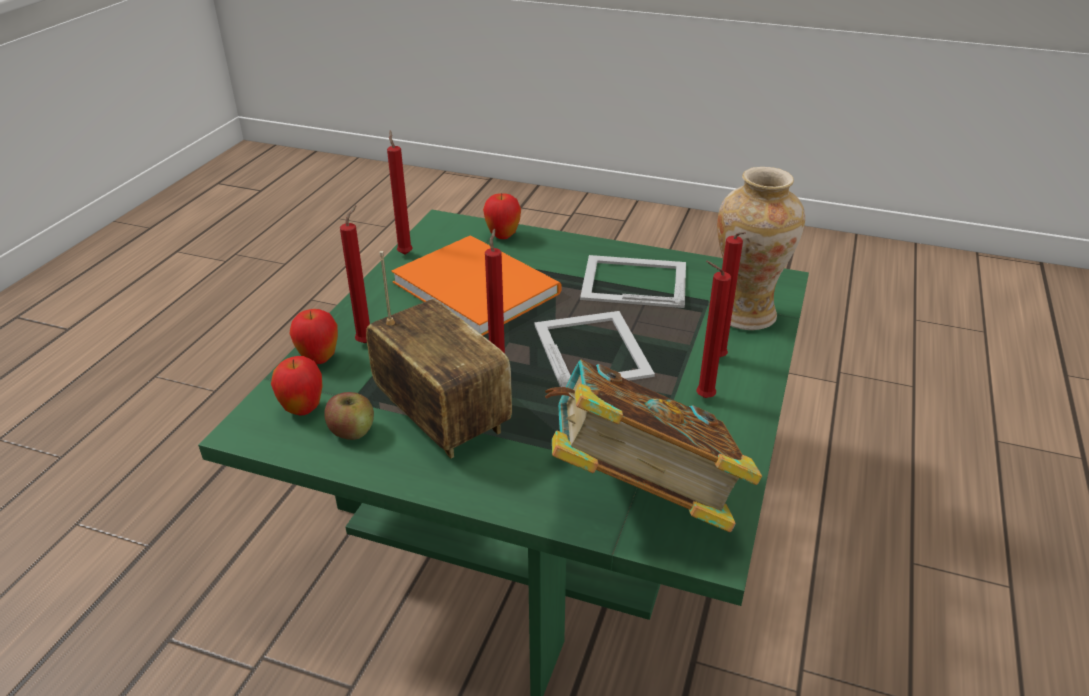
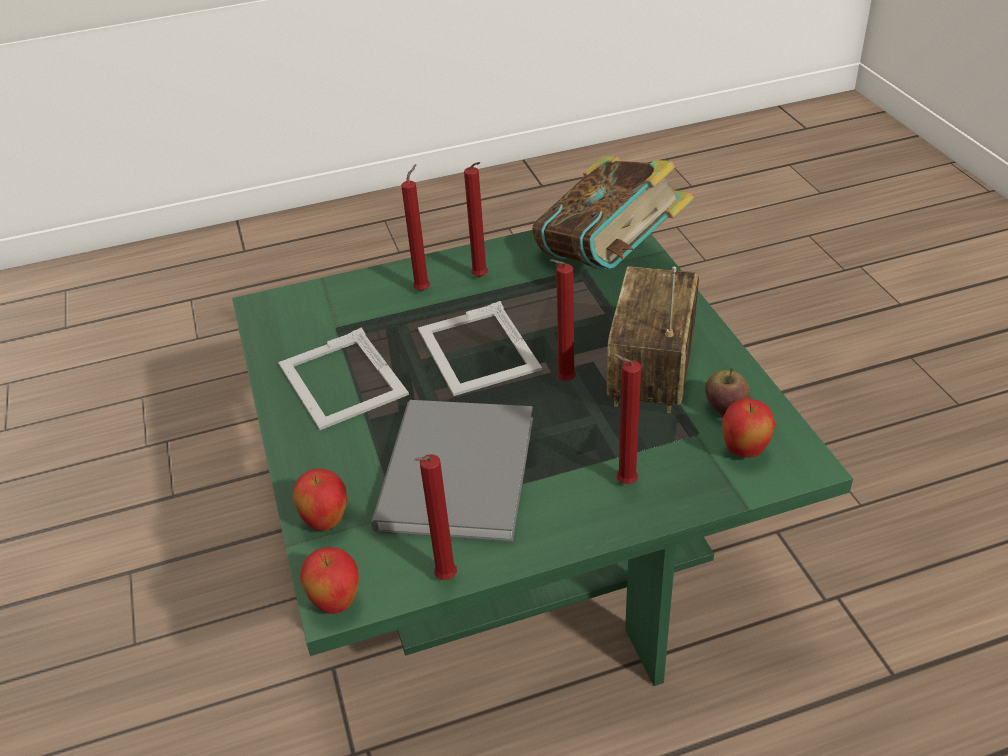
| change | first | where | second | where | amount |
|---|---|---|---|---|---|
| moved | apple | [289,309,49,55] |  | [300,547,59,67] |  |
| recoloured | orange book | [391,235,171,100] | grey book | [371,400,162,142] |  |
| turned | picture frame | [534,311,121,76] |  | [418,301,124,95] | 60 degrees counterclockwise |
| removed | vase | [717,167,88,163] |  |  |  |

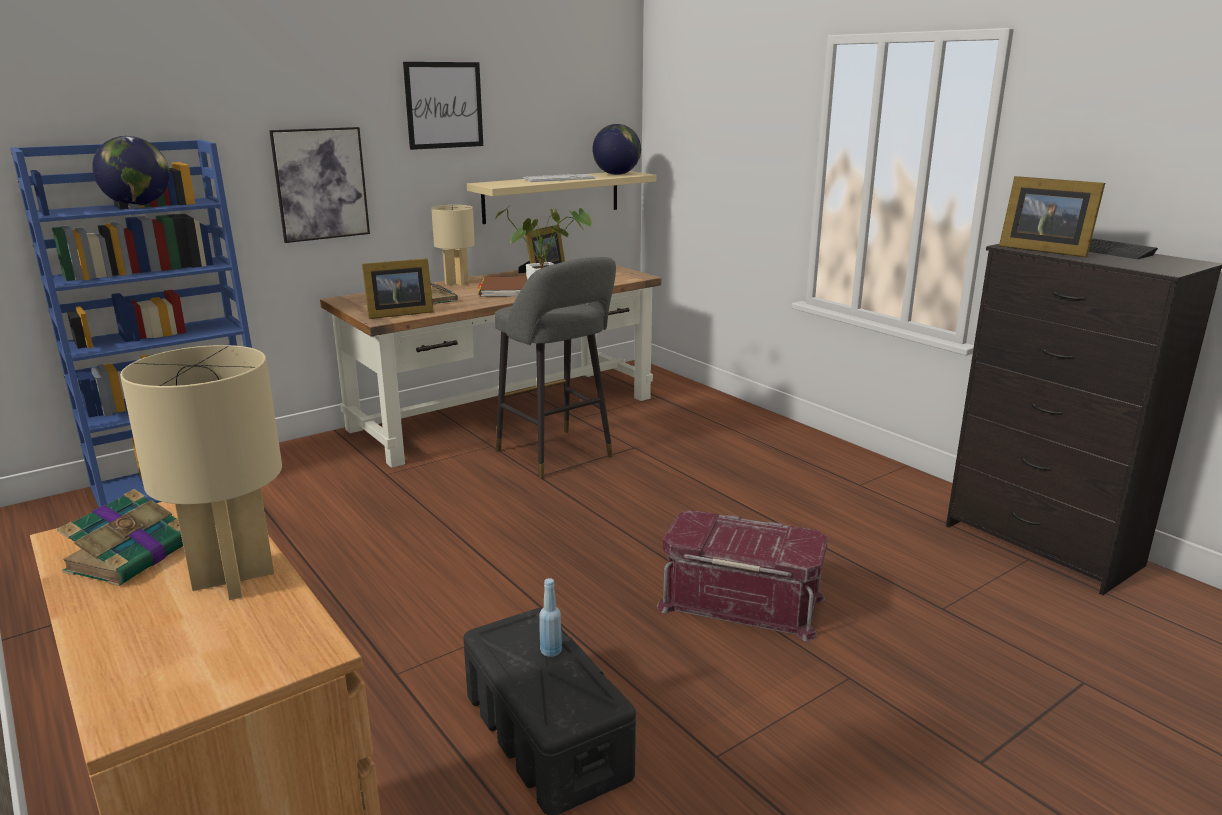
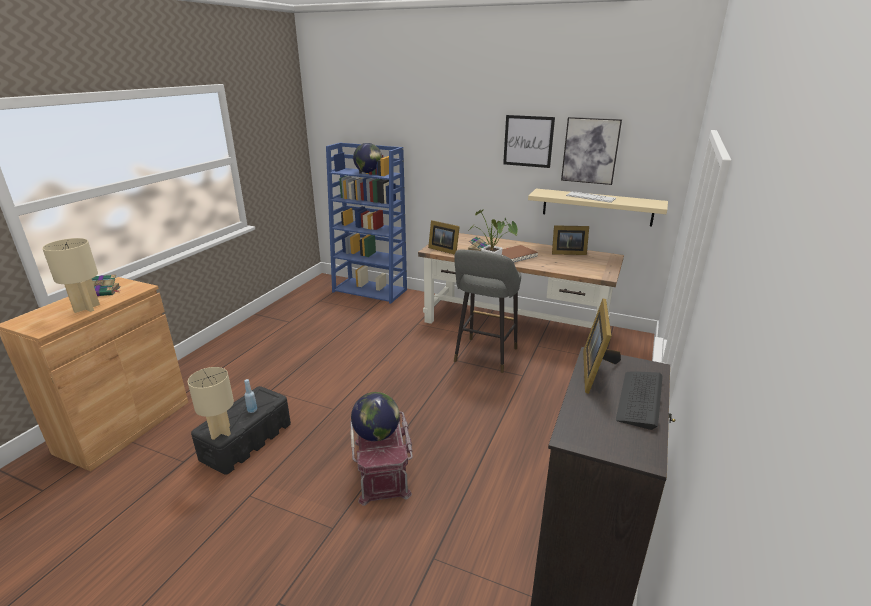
| change | first | where | second | where | amount |
|---|---|---|---|---|---|
| moved | picture | [269,127,101,116] |  | [561,117,61,68] |  |
| moved | beige table lamp | [431,205,44,81] |  | [188,367,46,73] |  |
| moved | globe | [592,124,49,51] |  | [351,392,49,49] |  |

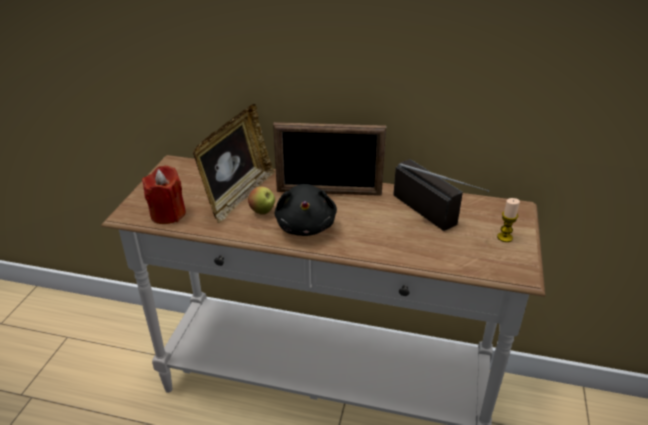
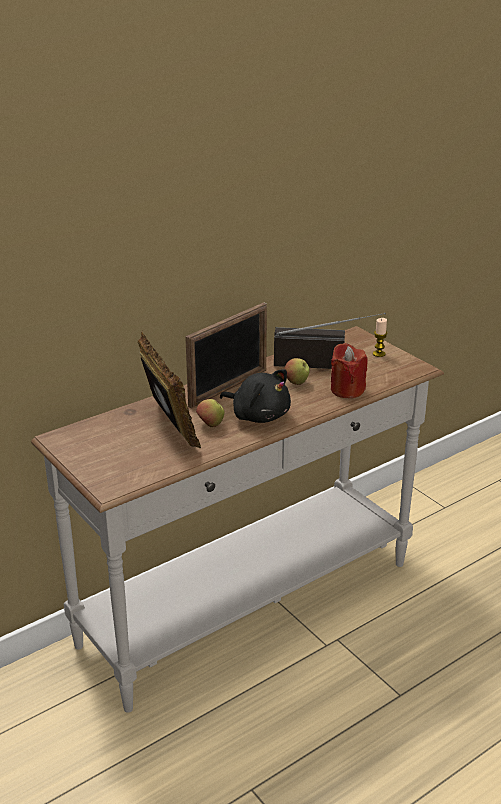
| change | first | where | second | where | amount |
|---|---|---|---|---|---|
| moved | red candle | [142,165,44,59] |  | [331,343,36,55] |  |
| added |  |  | apple | [284,358,26,27] |  |

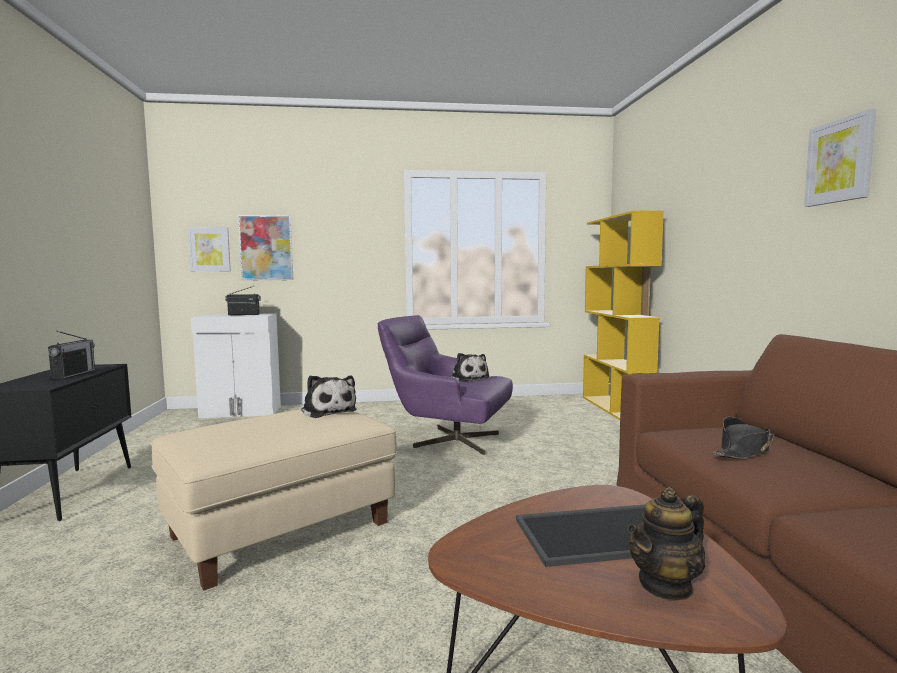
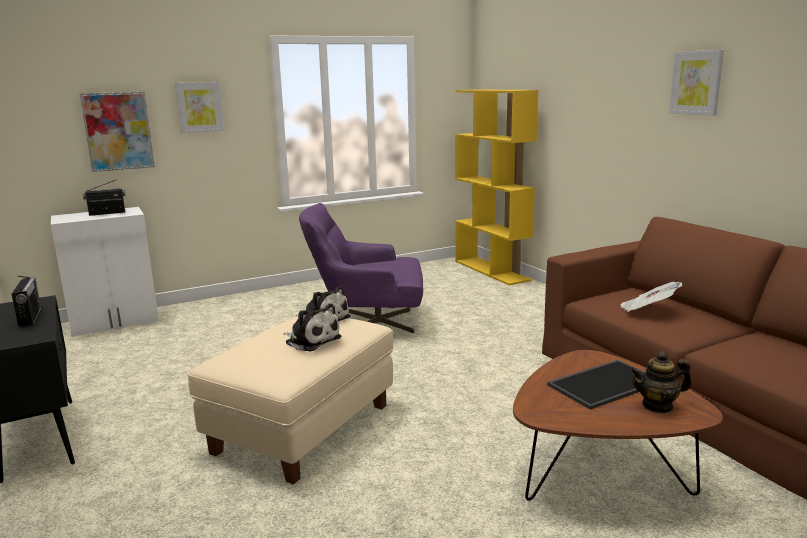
| change | first | where | second | where | amount |
|---|---|---|---|---|---|
| moved | picture | [187,227,44,45] |  | [175,82,49,51] |  |
| moved | plush toy | [450,353,38,29] |  | [283,303,59,48] |  |
| turned | teapot | [627,487,78,114] |  | [630,352,61,61] | 45 degrees clockwise |
| replaced | black hat | [713,417,61,42] | newspaper | [620,282,62,30] |  |

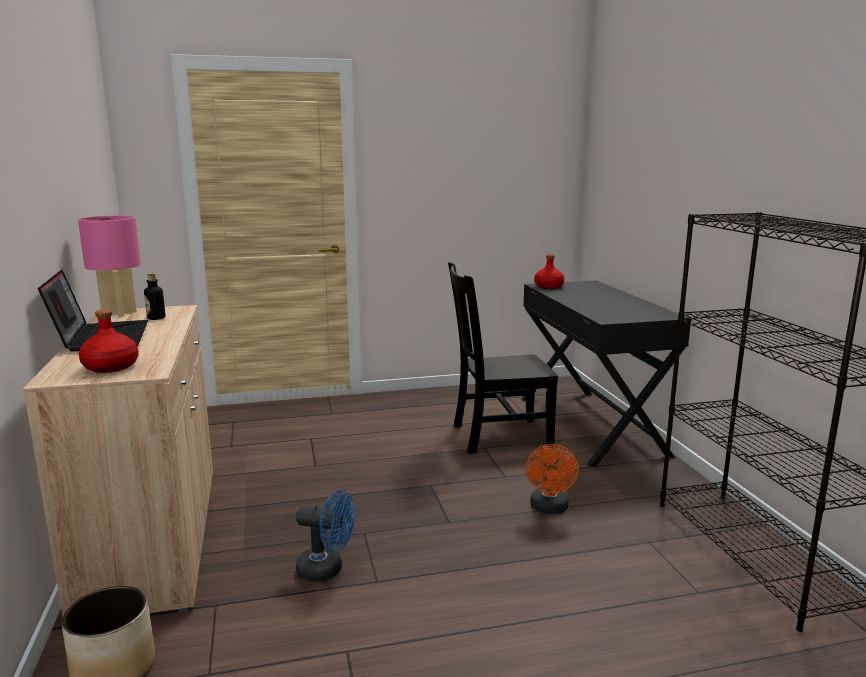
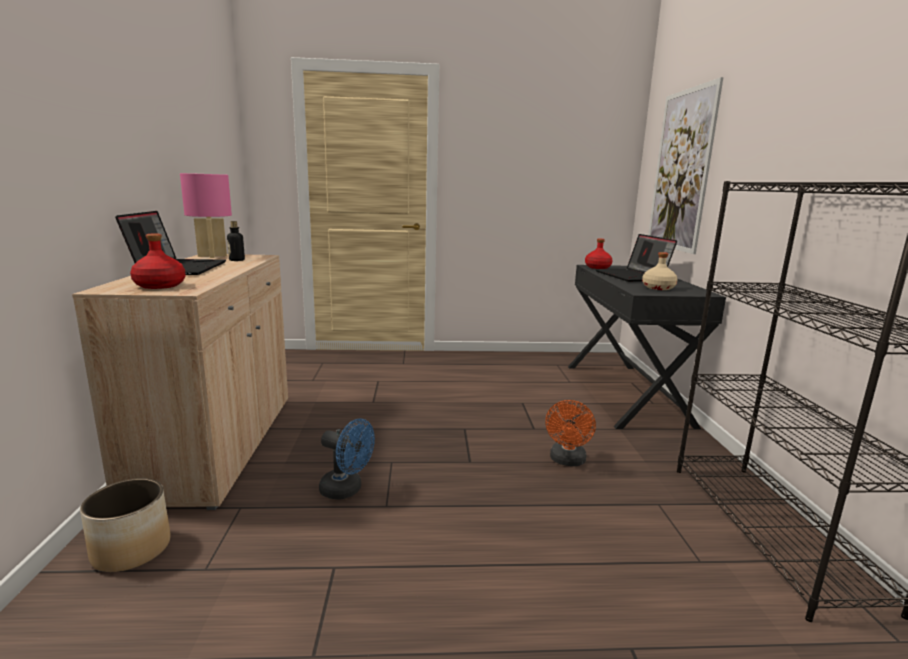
| change | first | where | second | where | amount |
|---|---|---|---|---|---|
| removed | black chair | [448,262,110,192] |  |  |  |
| added |  |  | laptop | [595,234,82,48] |  |
| added |  |  | beige bottle | [642,252,36,38] |  |
| added |  |  | picture | [648,77,75,177] |  |

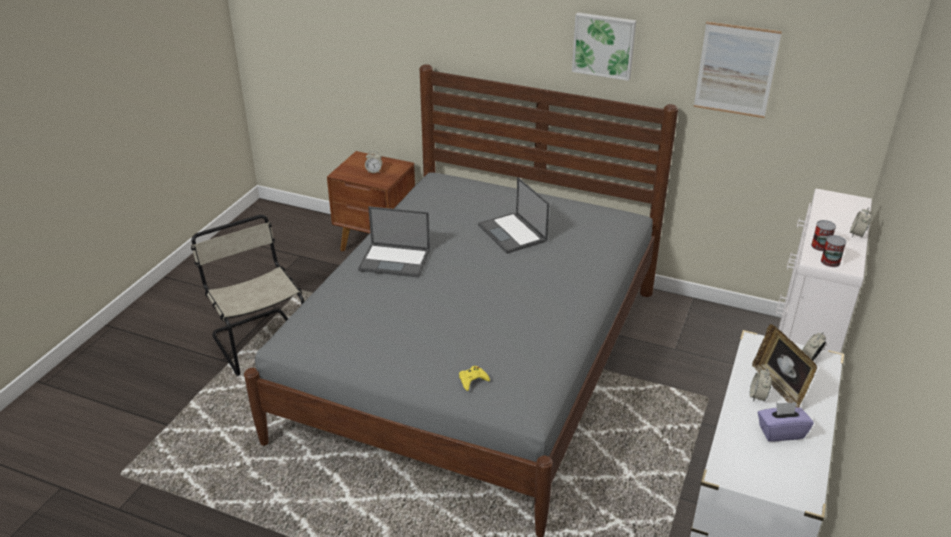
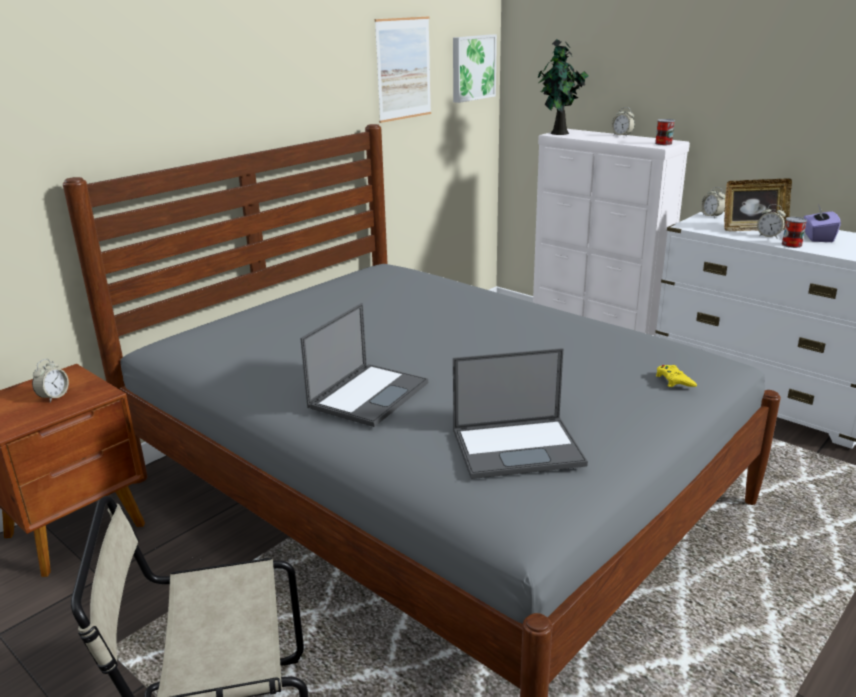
| change | first | where | second | where | amount |
|---|---|---|---|---|---|
| moved | laptop | [478,177,71,77] |  | [453,348,135,131] |  |
| moved | picture | [572,13,65,68] |  | [453,34,44,69] |  |
| moved | can | [811,220,25,31] |  | [782,217,25,31] |  |
| added |  |  | potted plant | [537,39,51,96] |  |

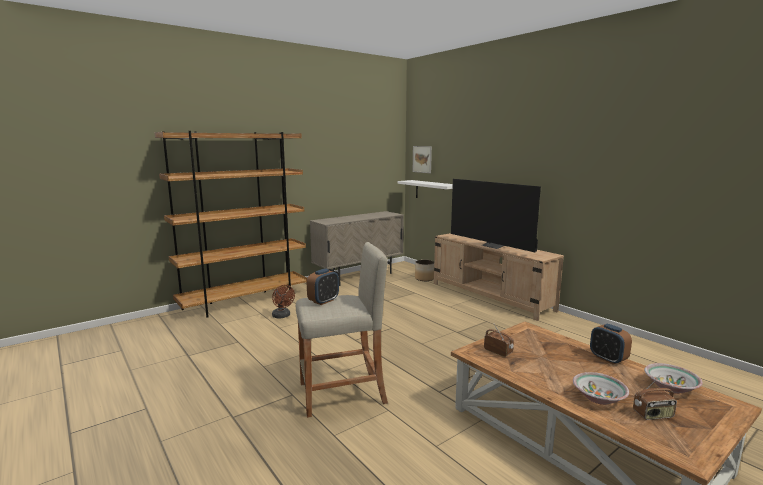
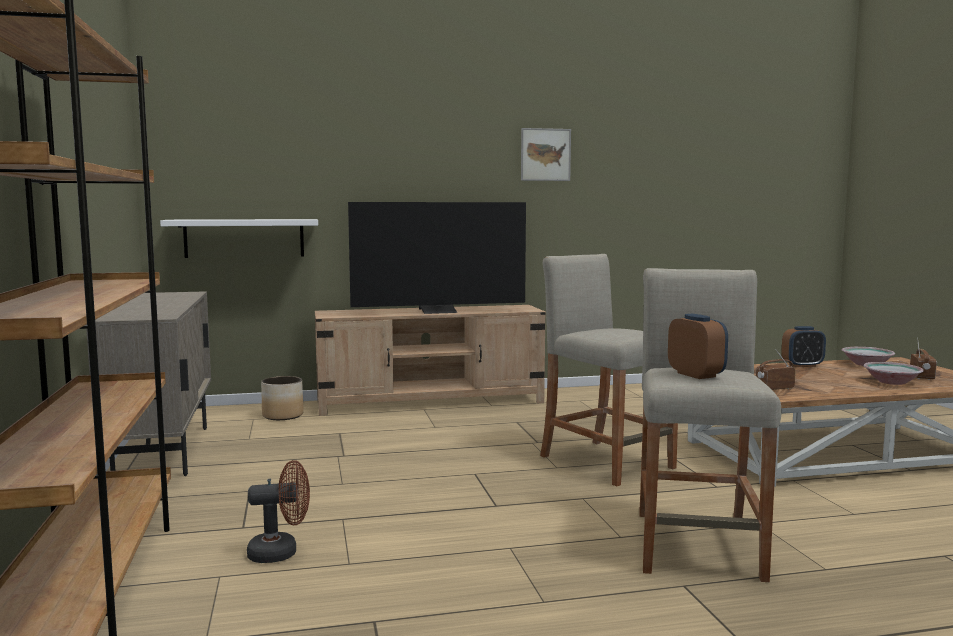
| change | first | where | second | where | amount |
|---|---|---|---|---|---|
| moved | picture | [413,146,19,27] |  | [521,128,50,53] |  |
| added |  |  | beige stool | [540,254,138,232] |  |

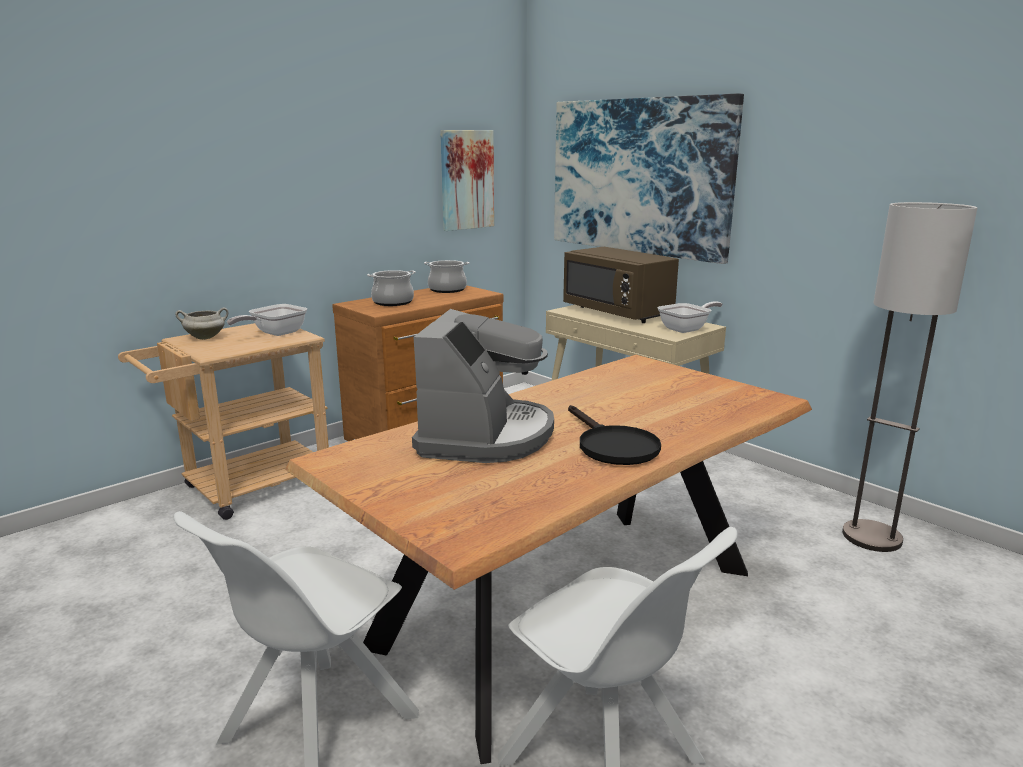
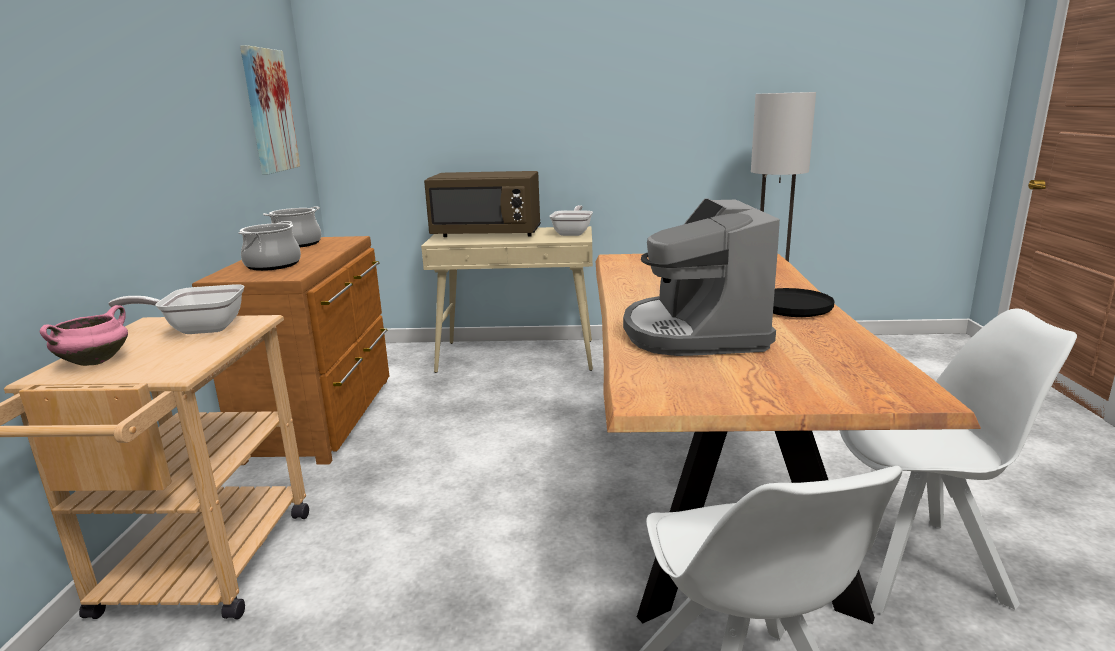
| change | first | where | second | where | amount |
|---|---|---|---|---|---|
| recoloured | white cooking pot | [175,307,53,33] | pink cooking pot | [40,305,88,61] |  |
| turned | frying pan | [227,304,80,32] |  | [108,284,136,50] | 90 degrees clockwise |
| turned | coffee machine | [412,309,142,154] |  | [623,199,157,157] | 150 degrees counterclockwise |
| removed | picture | [554,93,190,171] |  |  |  |

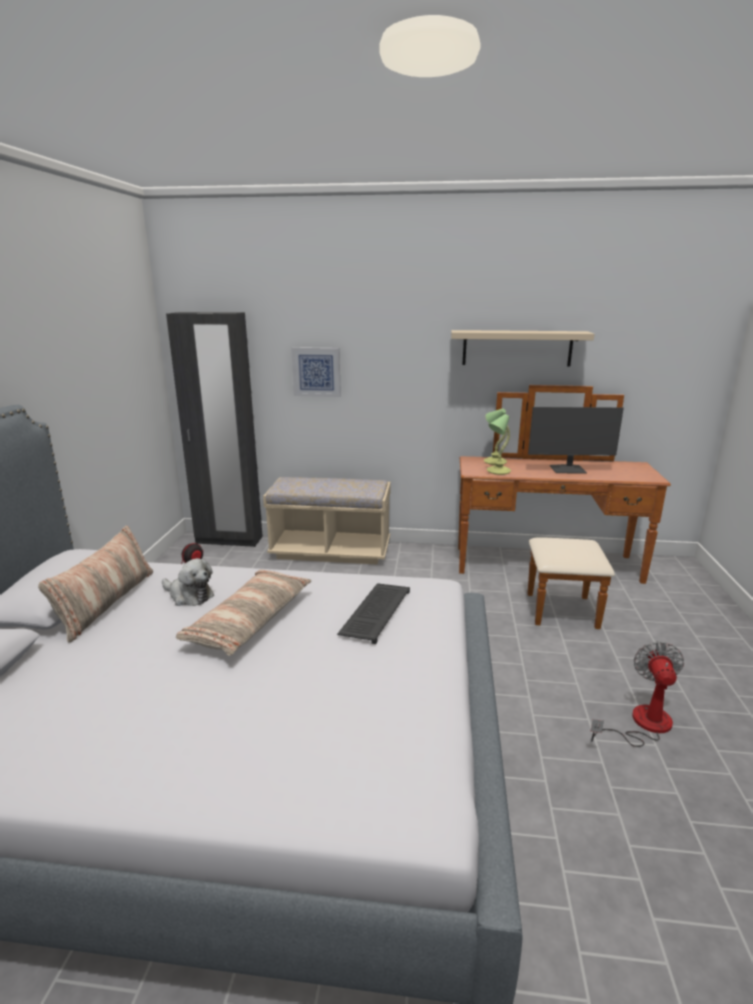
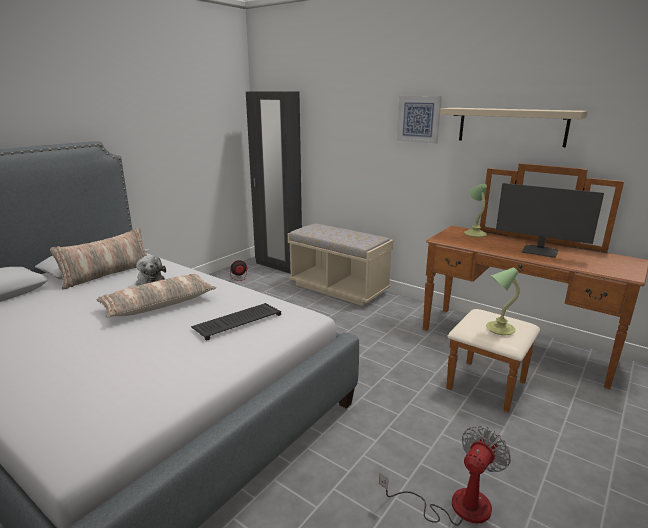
| change | first | where | second | where | amount |
|---|---|---|---|---|---|
| moved | picture | [291,347,50,50] |  | [397,96,45,48] |  |
| moved | table lamp | [487,414,24,61] |  | [486,267,34,68] |  |

